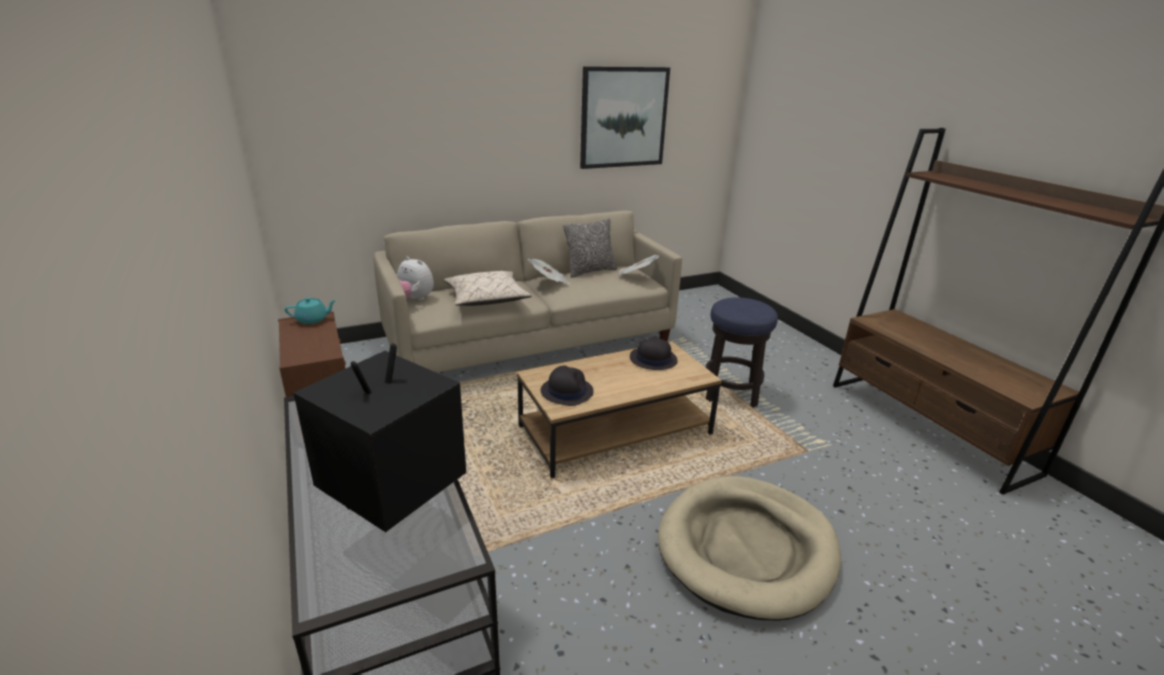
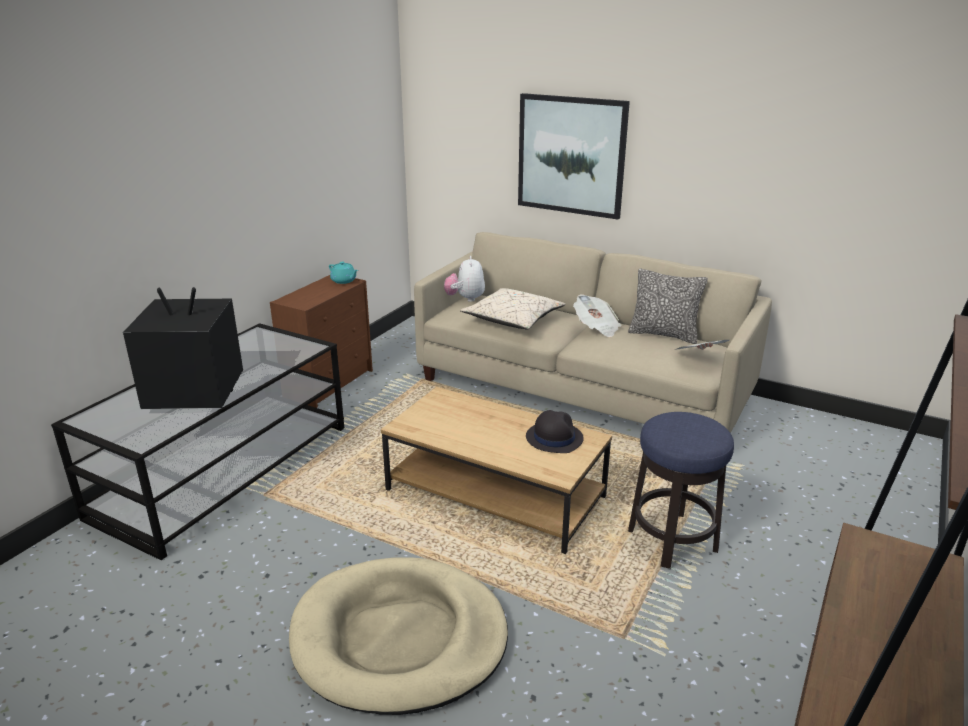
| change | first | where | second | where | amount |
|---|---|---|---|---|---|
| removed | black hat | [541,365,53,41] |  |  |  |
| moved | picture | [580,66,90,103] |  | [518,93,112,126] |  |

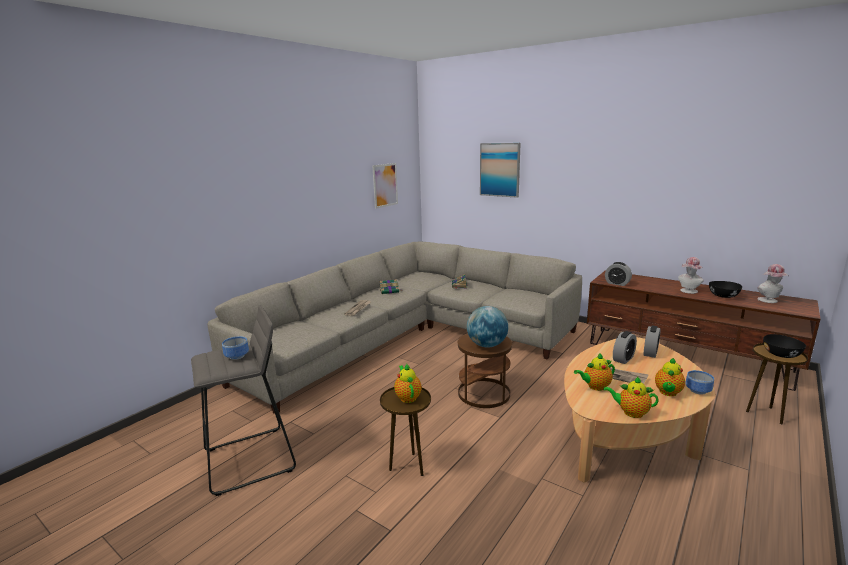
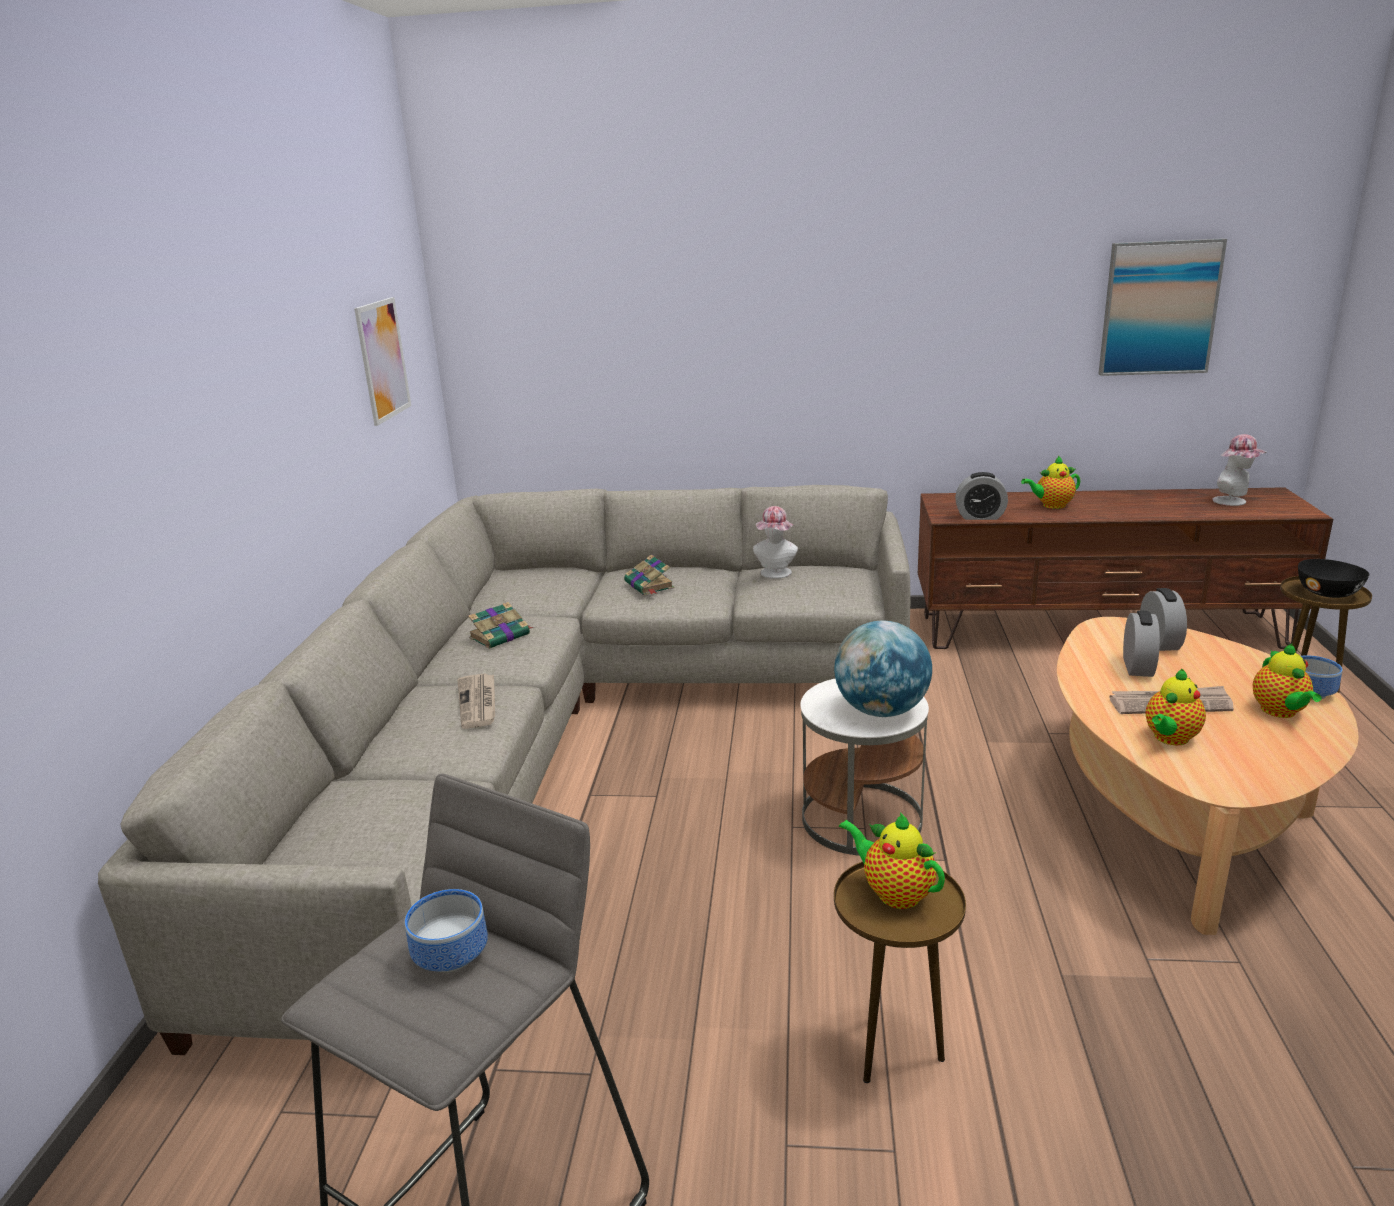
| change | first | where | second | where | amount |
|---|---|---|---|---|---|
| recoloured | brown side table | [458,333,54,75] | white side table | [800,679,129,177] |  |
| moved | picture | [480,143,41,55] |  | [1099,238,128,138] |  |
| moved | teapot | [603,376,56,42] |  | [1021,456,59,53] |  |
| moved | hat | [678,257,26,37] |  | [753,506,45,73] |  |
| removed | black bowl | [709,281,33,17] |  |  |  |

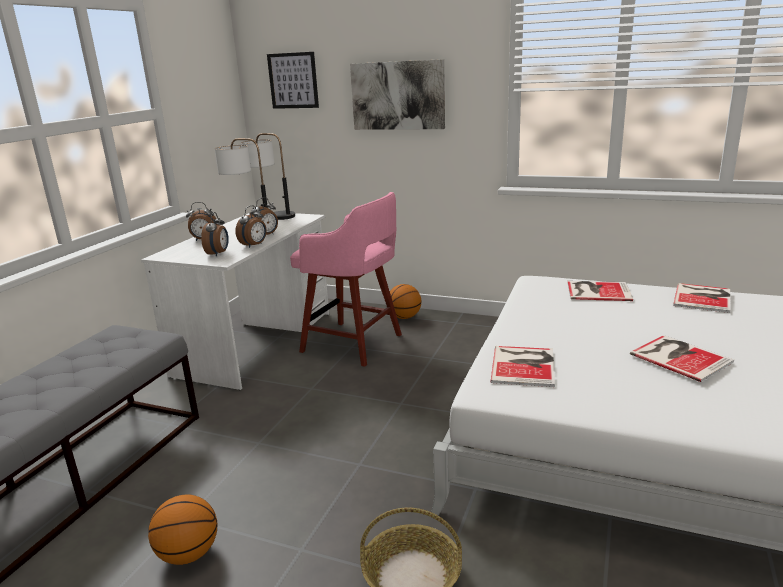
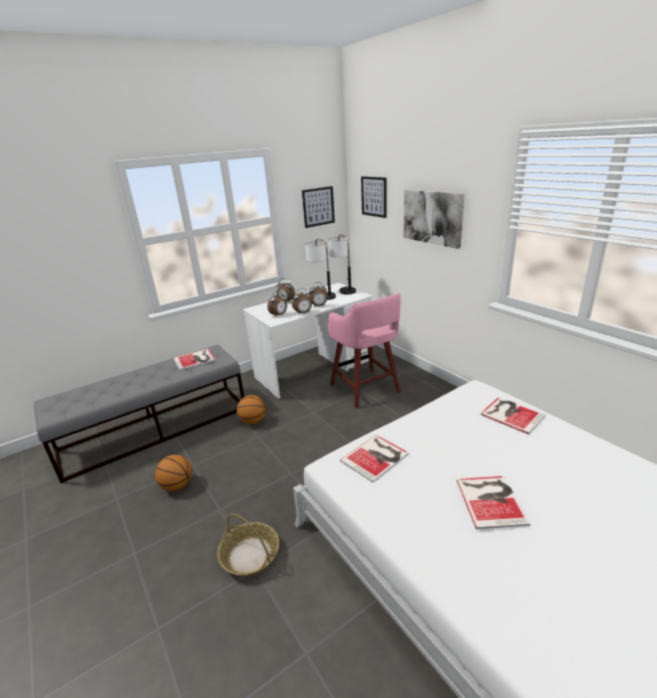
| change | first | where | second | where | amount |
|---|---|---|---|---|---|
| moved | basketball | [390,284,31,35] |  | [237,395,29,29] |  |
| moved | book | [673,283,57,30] |  | [174,349,42,21] |  |
| added |  |  | picture | [302,186,33,42] |  |

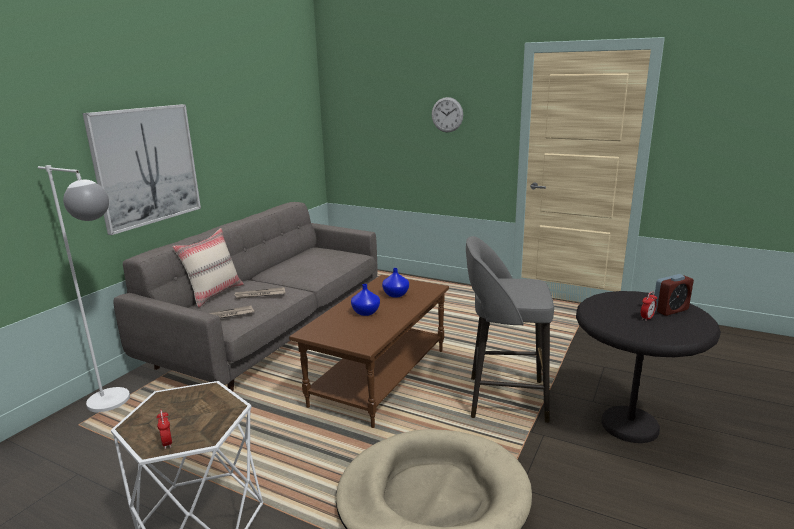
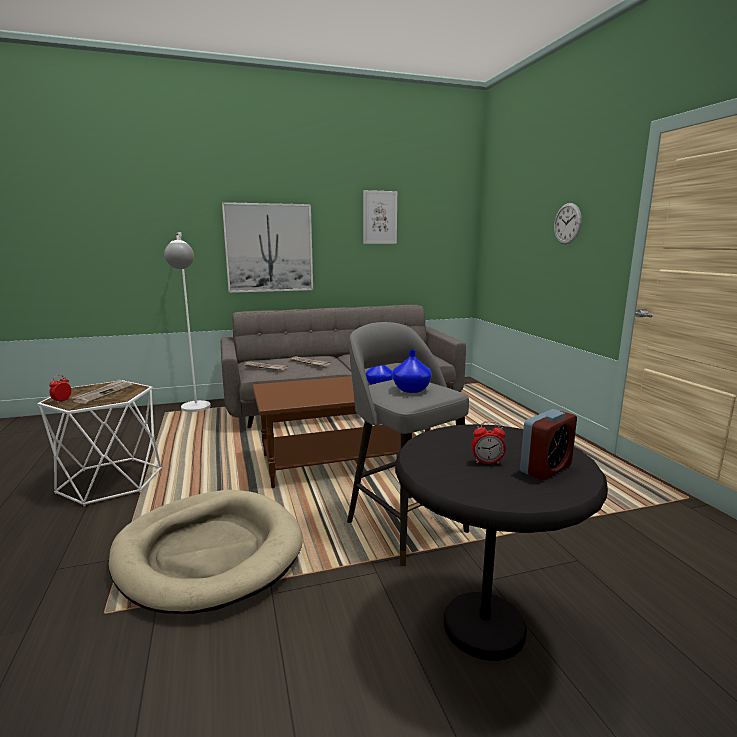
| change | first | where | second | where | amount |
|---|---|---|---|---|---|
| removed | beige pillow | [172,228,72,80] |  |  |  |
| moved | blue vase | [351,284,29,32] |  | [392,350,40,43] |  |
| turned | alarm clock | [654,274,40,42] |  | [520,409,57,71] | 60 degrees counterclockwise |
| added |  |  | newspaper | [73,379,60,25] |  |
| added |  |  | picture | [363,190,34,54] |  |

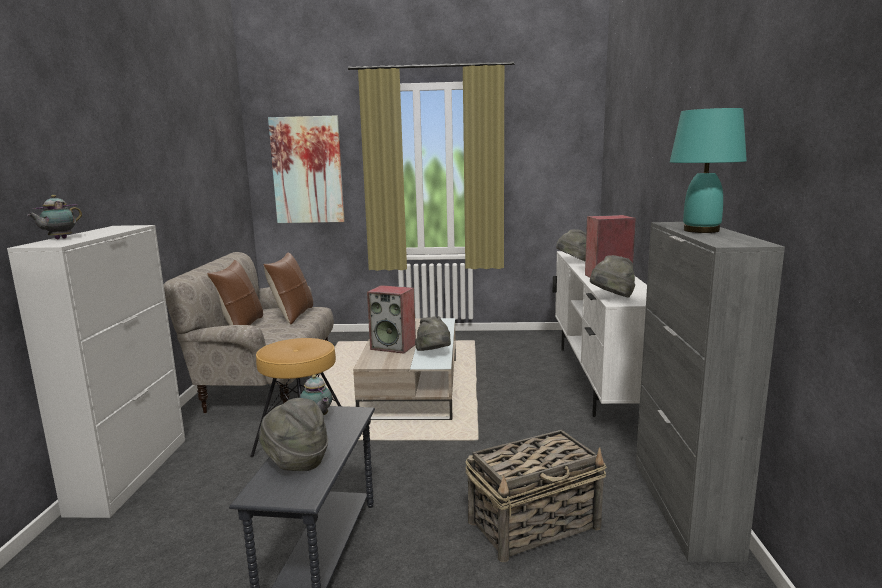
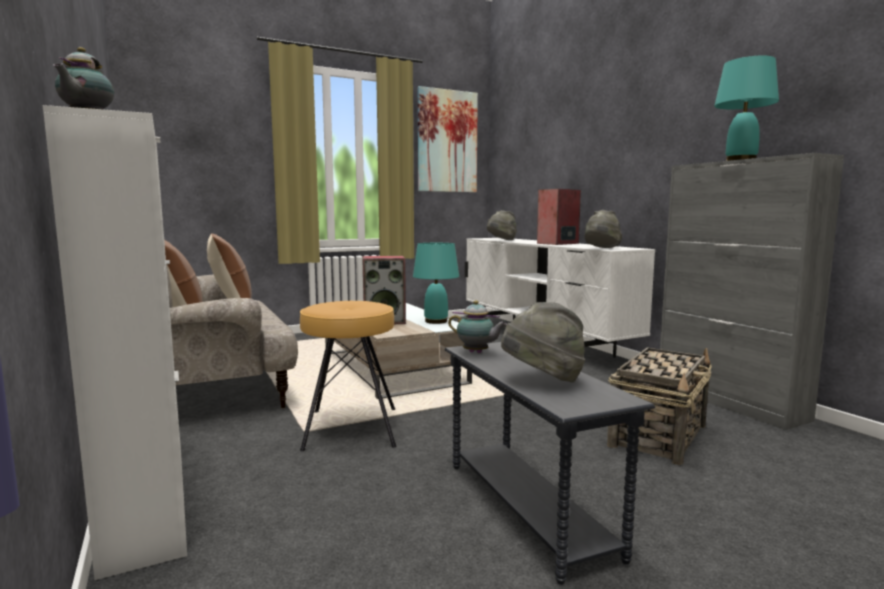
| change | first | where | second | where | amount |
|---|---|---|---|---|---|
| moved | picture | [268,115,77,108] |  | [418,86,60,106] |  |
| replaced | grey hat | [415,316,36,35] | turquoise table lamp | [413,243,46,81] |  |

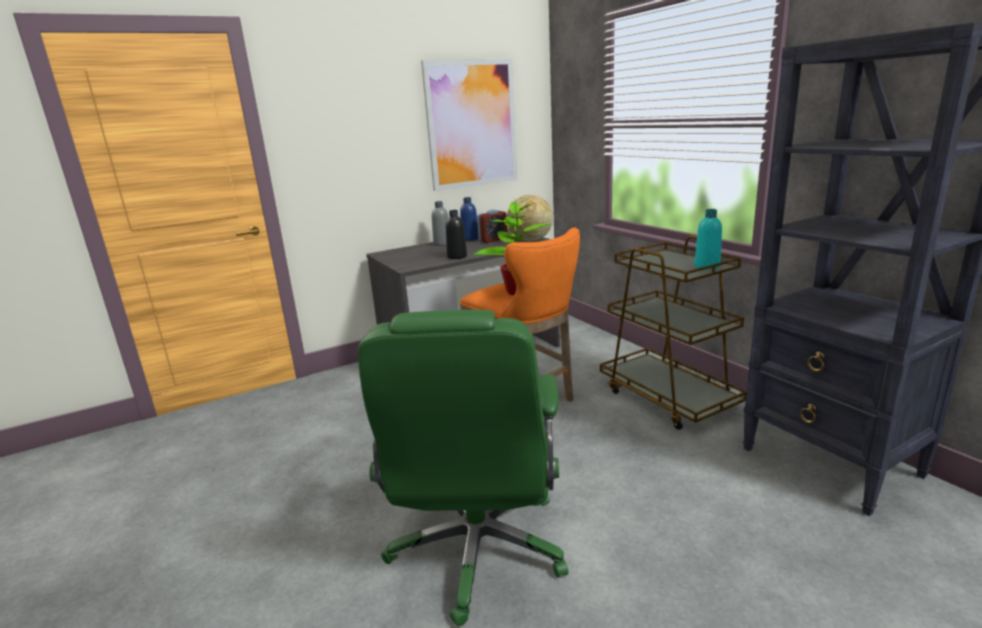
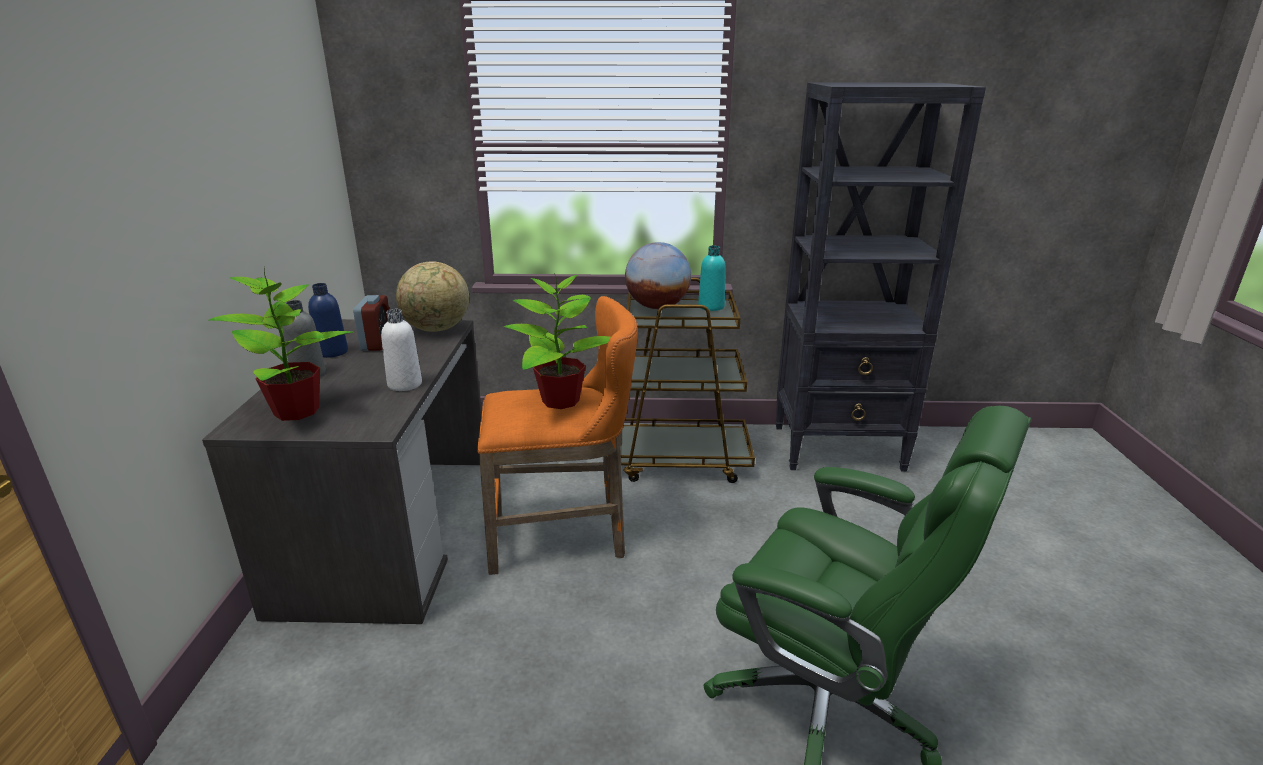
| change | first | where | second | where | amount |
|---|---|---|---|---|---|
| removed | picture | [421,59,96,132] |  |  |  |
| recoloured | black bottle | [446,210,21,49] | white bottle | [381,309,41,82] |  |
| added |  |  | potted plant | [209,267,144,154] |  |
| added |  |  | globe | [625,242,66,67] |  |

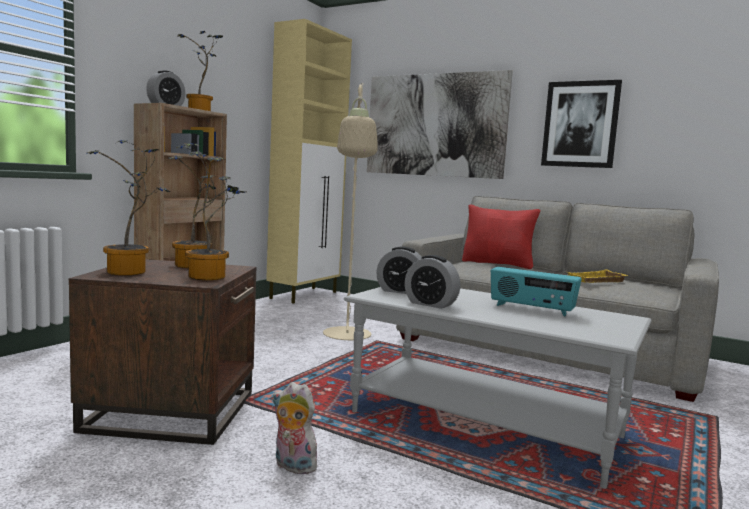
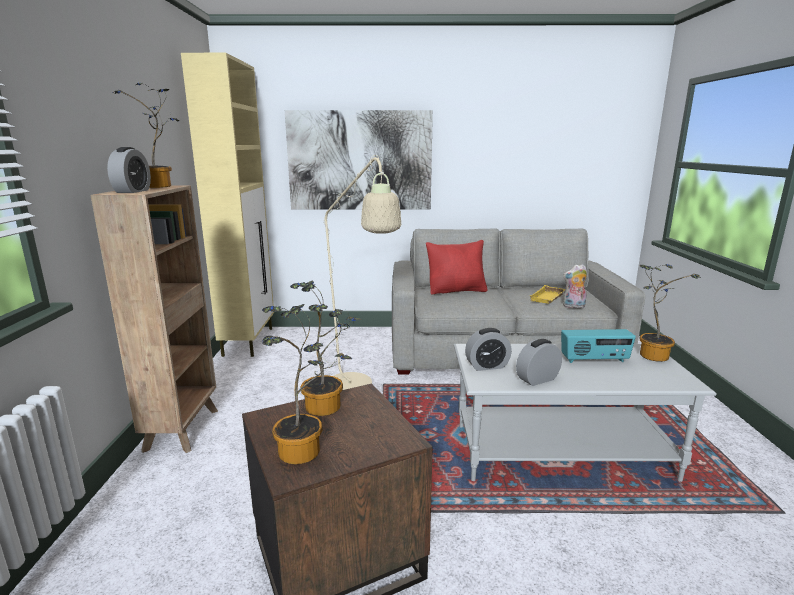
| change | first | where | second | where | amount |
|---|---|---|---|---|---|
| moved | potted plant | [183,143,62,137] |  | [640,264,61,98] |  |
| moved | plush toy | [273,382,44,92] |  | [563,264,25,44] |  |
| turned | alarm clock | [405,255,56,54] |  | [516,339,46,47] | 150 degrees clockwise |
| removed | picture | [541,80,81,88] |  |  |  |

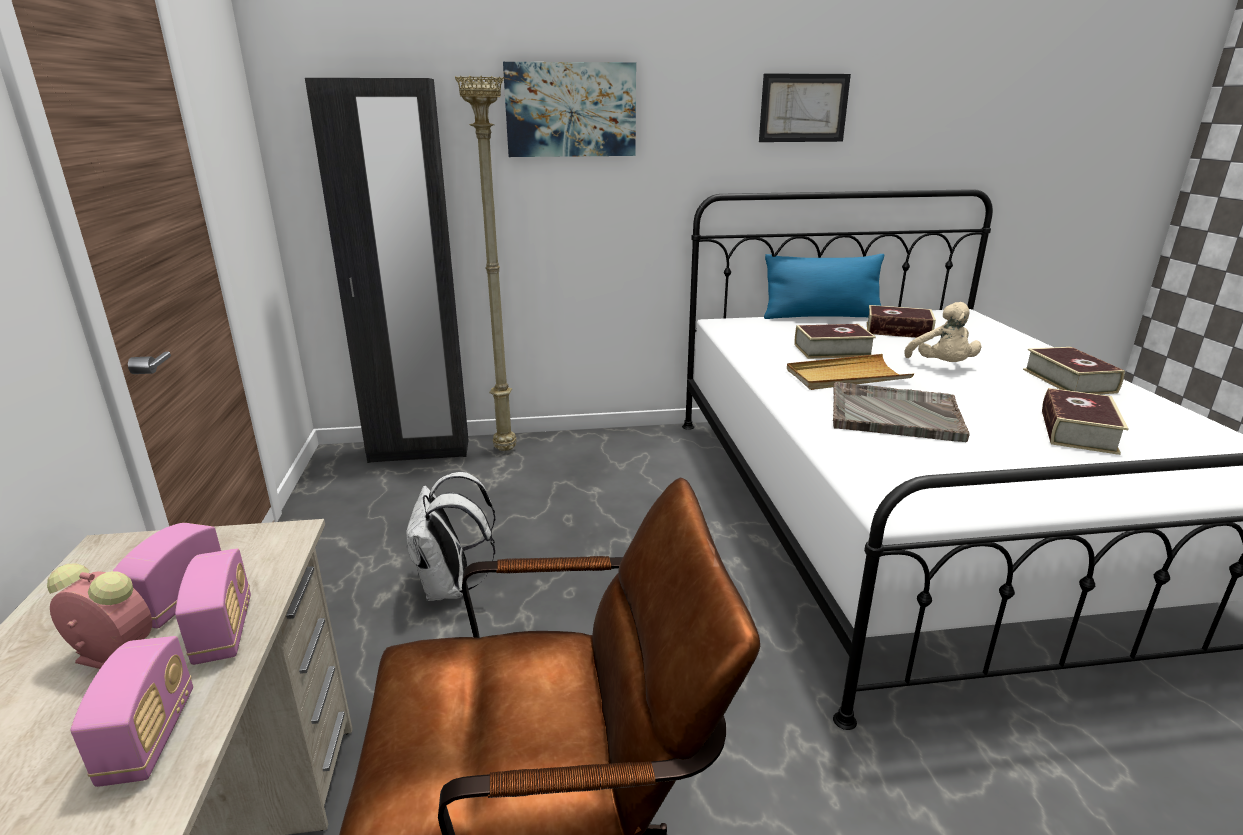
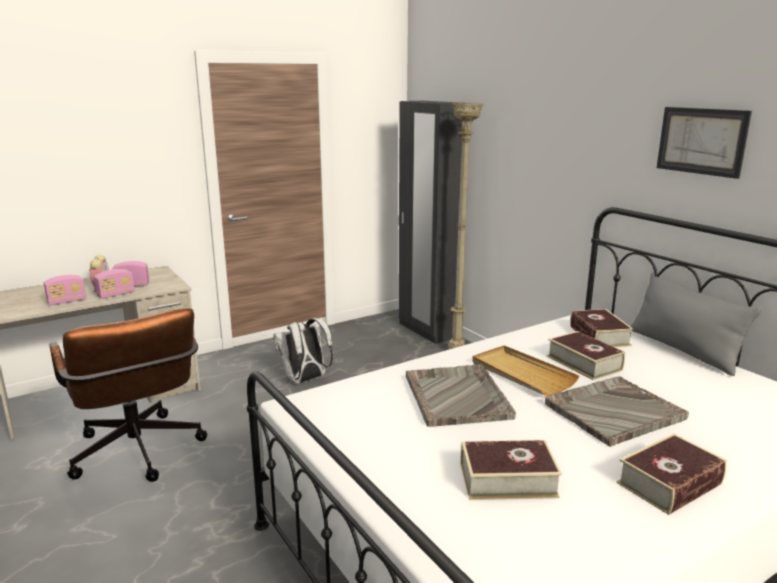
| change | first | where | second | where | amount |
|---|---|---|---|---|---|
| removed | picture | [503,62,133,95] |  |  |  |
| recoloured | blue pillow | [764,254,120,65] | grey pillow | [630,272,131,104] |  |
| moved | book | [867,305,69,33] |  | [570,309,64,38] |  |
| replaced | beige plush toy | [904,302,77,60] | grey tray | [545,376,144,71] |  |

